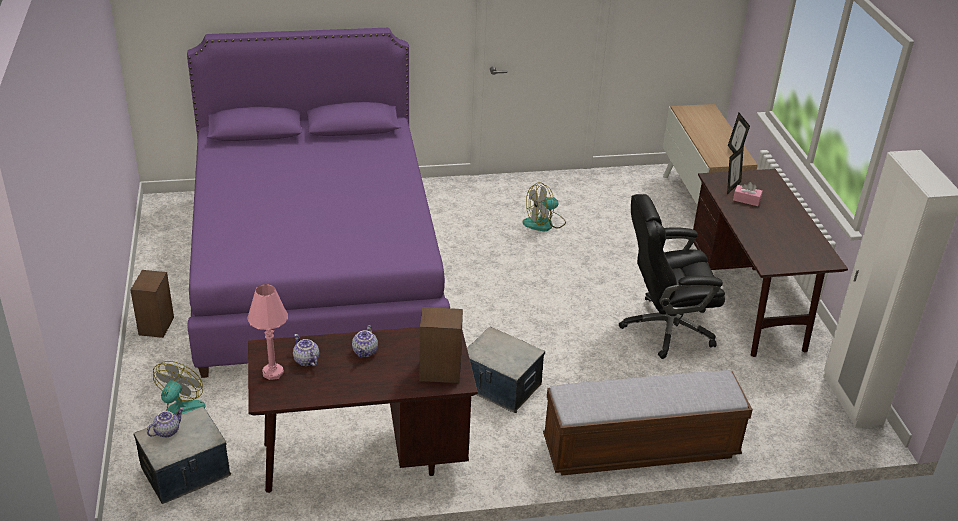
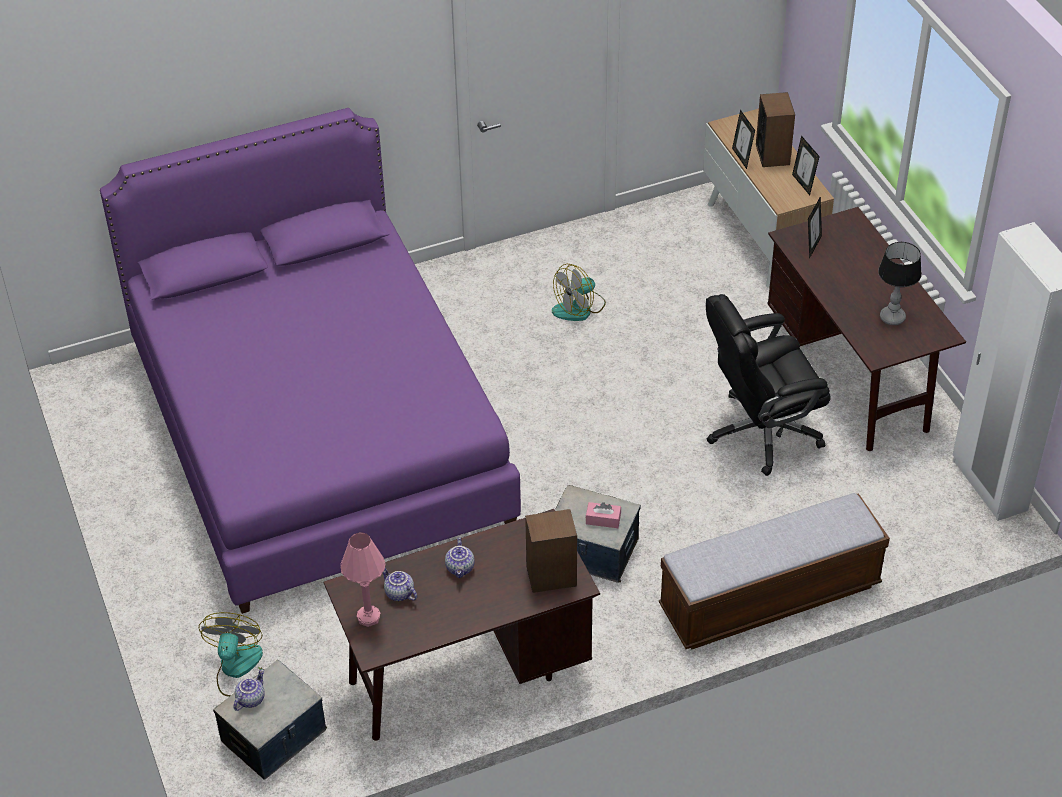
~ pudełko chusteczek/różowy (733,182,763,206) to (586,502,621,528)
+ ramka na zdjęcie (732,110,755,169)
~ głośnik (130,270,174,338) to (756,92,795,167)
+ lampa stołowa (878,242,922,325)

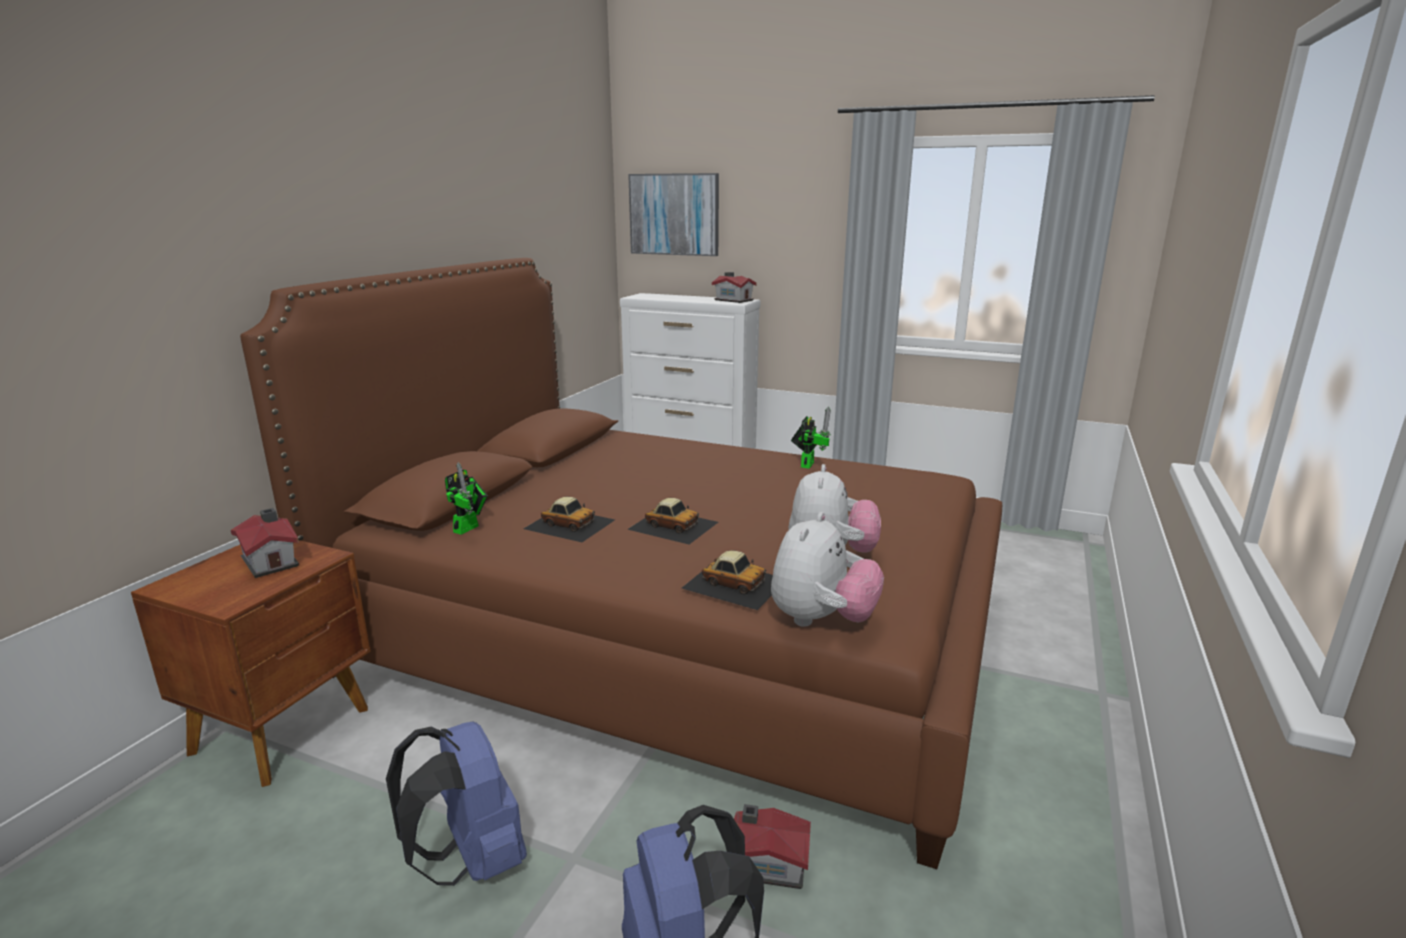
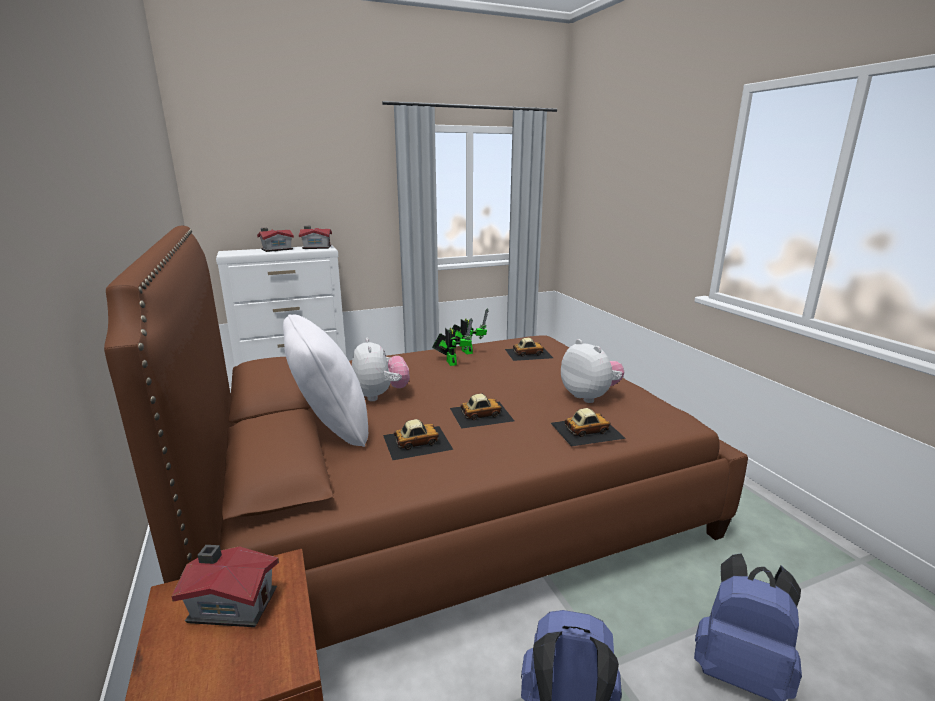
~ domek (734,804,811,889) to (257,228,294,252)
+ poduszka/biały (283,314,368,447)
~ pluszak (771,512,884,627) to (352,338,410,401)
~ robot zabawkowy (445,462,488,535) to (432,318,473,366)
+ samochodzik (505,338,553,361)
- obraz (628,173,719,256)

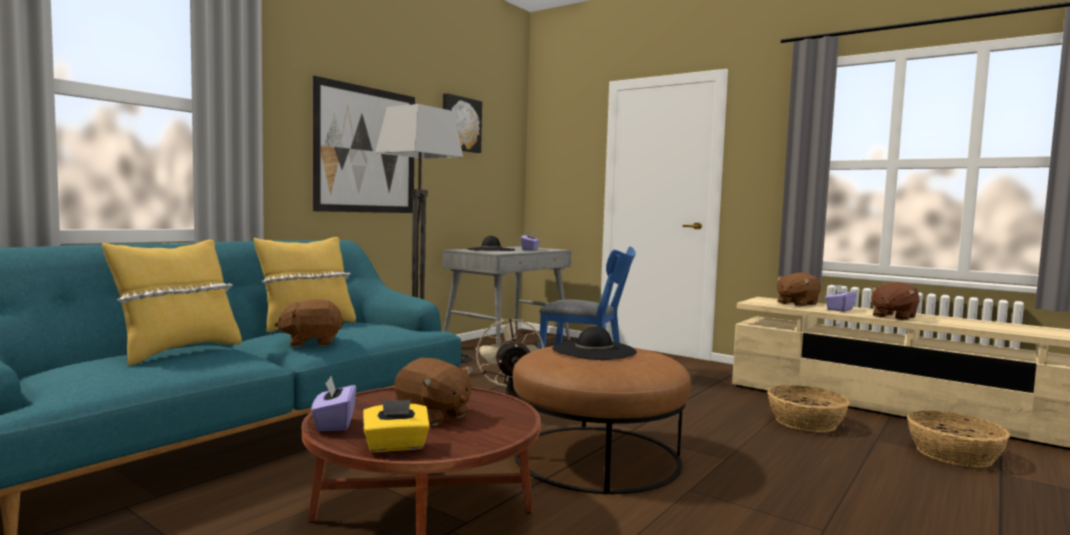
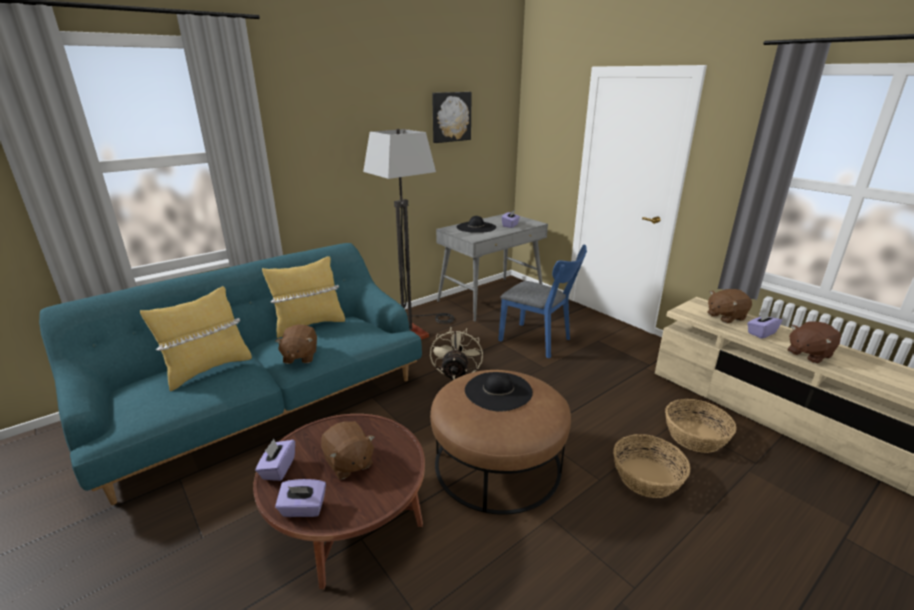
~ pluszak/brązowy (274,300,344,347) = (275,324,317,364) 90 degrees counterclockwise
~ pudełko chusteczek/żółty (363,400,430,452) to pudełko chusteczek/fioletowy (275,479,326,517)
~ koszyk (907,411,1010,467) to (613,434,690,498)
- obraz (313,76,415,213)

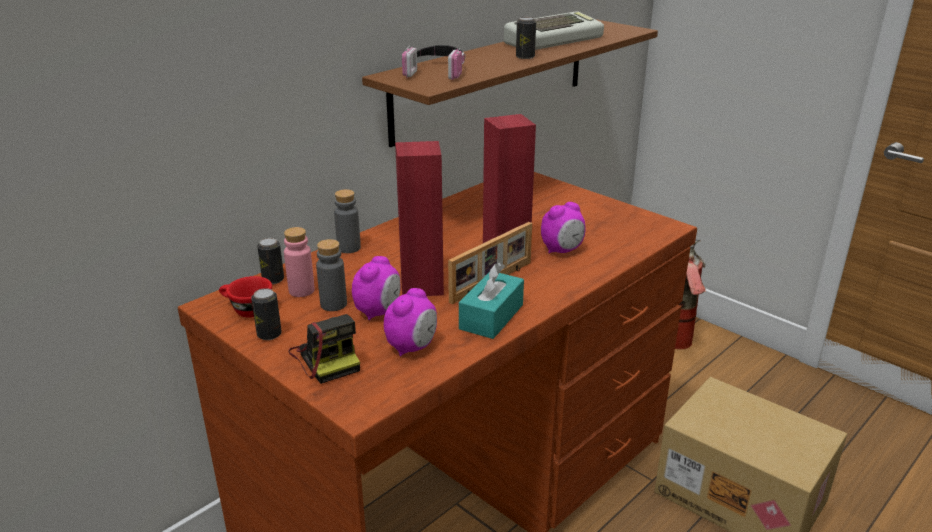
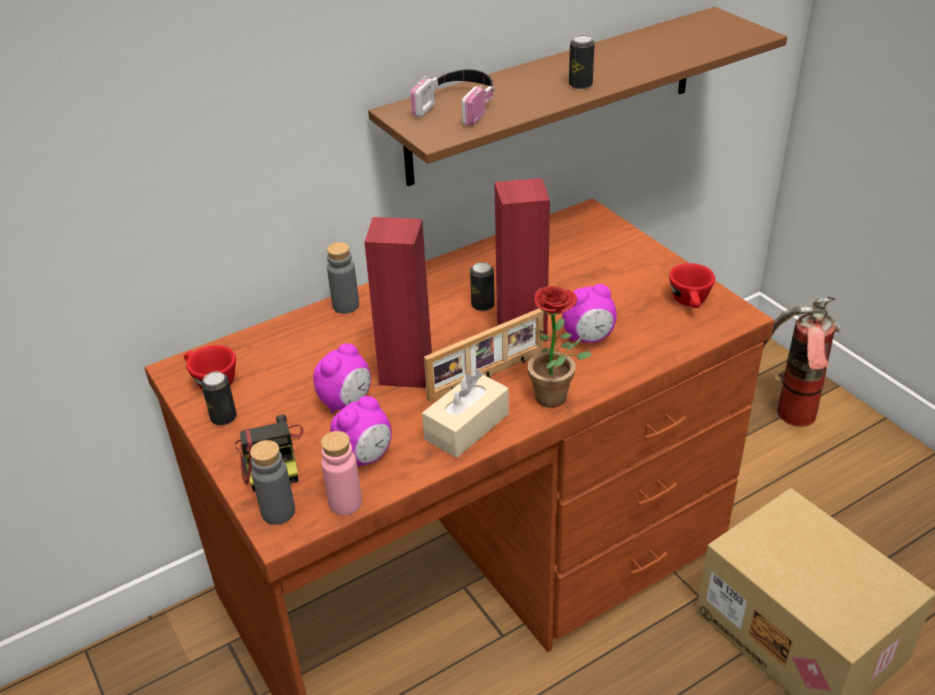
~ butelka/szary (316,239,347,311) to (250,440,295,525)
~ butelka/różowy (284,227,315,297) to (321,431,362,515)
~ pudełko chusteczek/turkusowy (459,262,524,339) to pudełko chusteczek/beżowy (422,370,509,458)
~ puszka (257,238,284,284) to (470,262,495,311)
+ roślina doniczkowa (521,286,591,408)
+ filiżanka/czerwony (669,263,715,308)
- klawiatura (504,11,604,50)

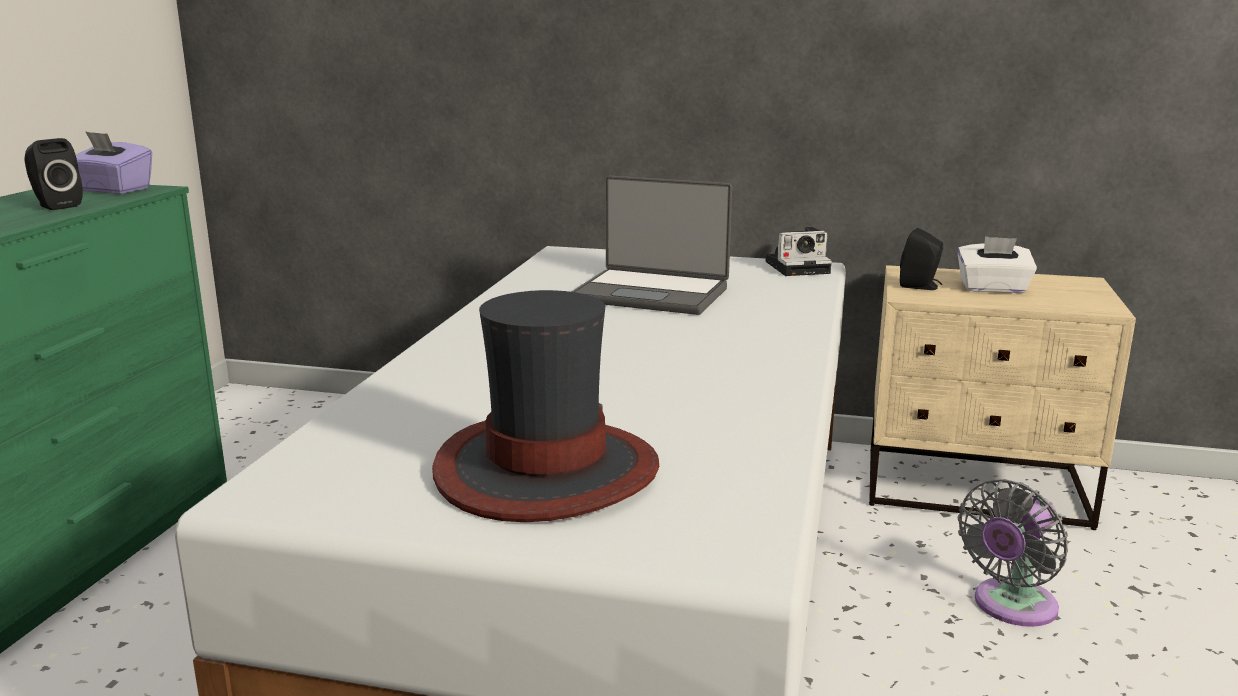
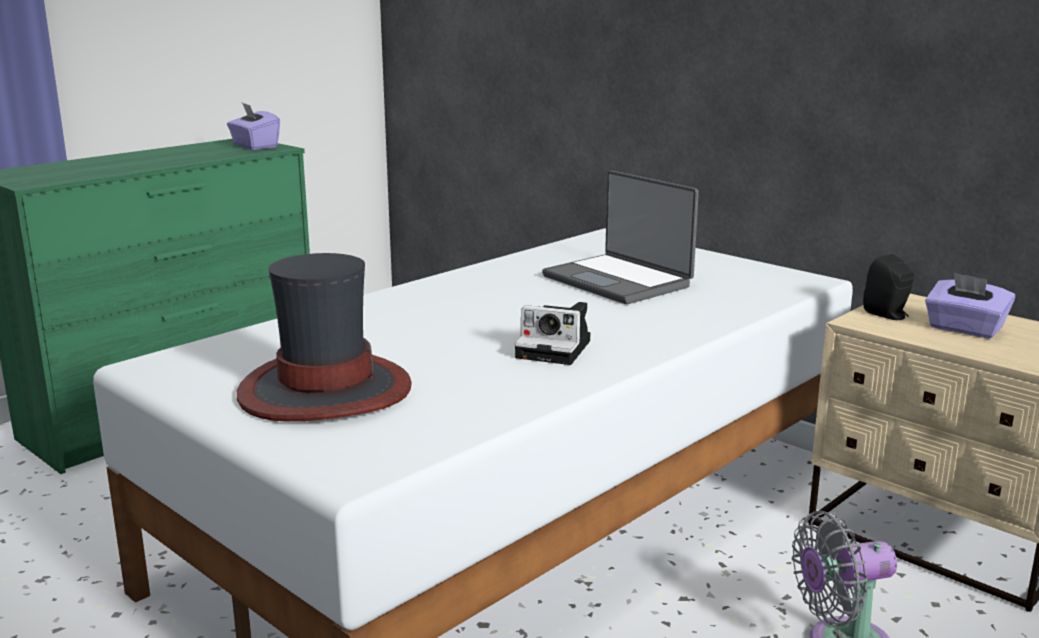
~ aparat fotograficzny (765,227,832,276) to (515,302,590,365)
~ pudełko chusteczek/biały (957,236,1037,293) to pudełko chusteczek/fioletowy (925,273,1015,339)
- głośnik/czarny (24,138,83,210)

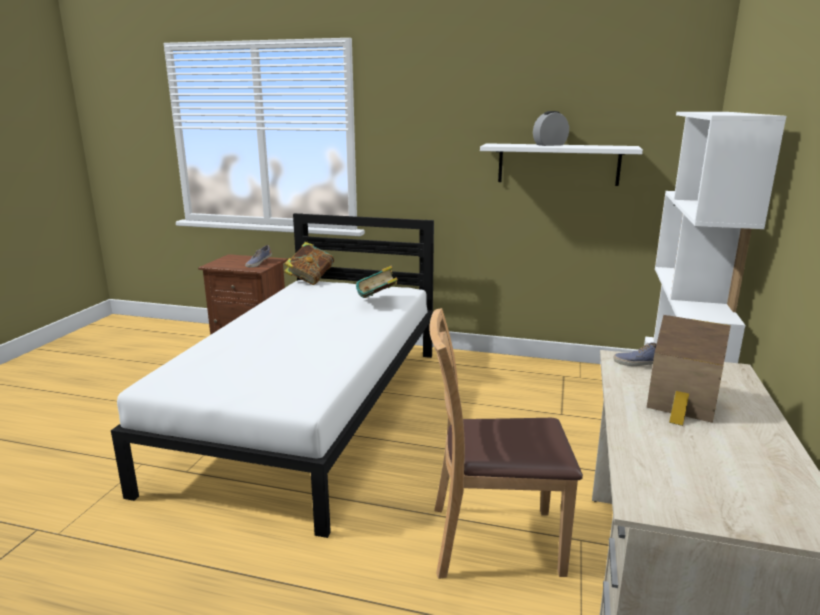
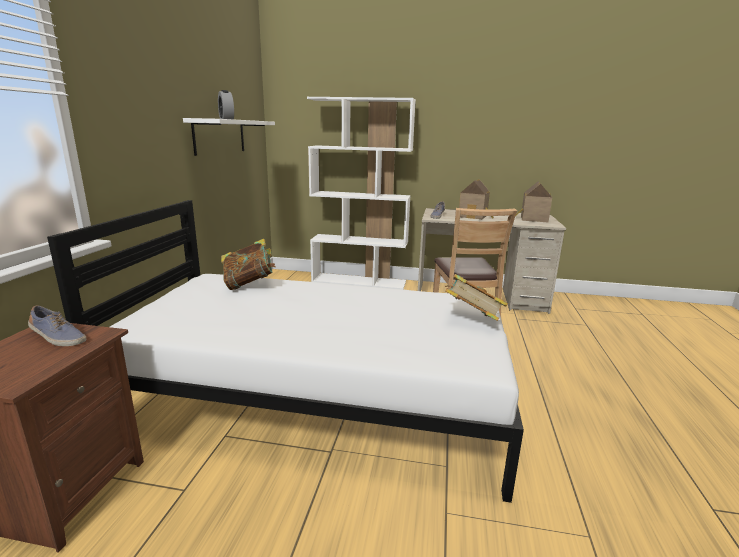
~ książka (284,241,334,285) to (445,274,508,321)
+ domek (516,181,552,222)

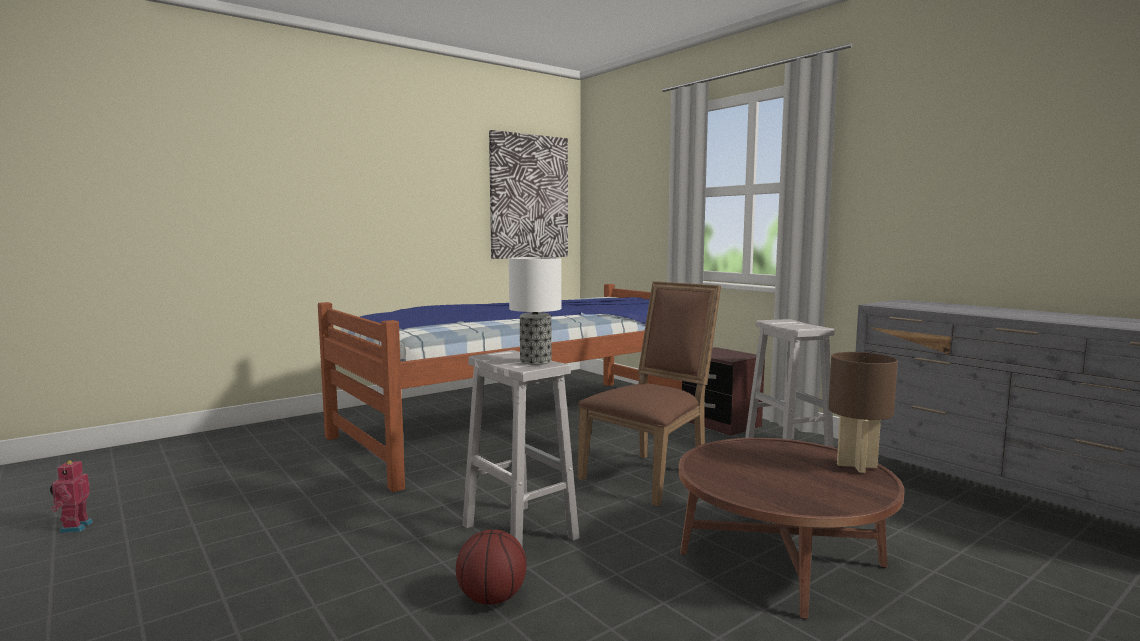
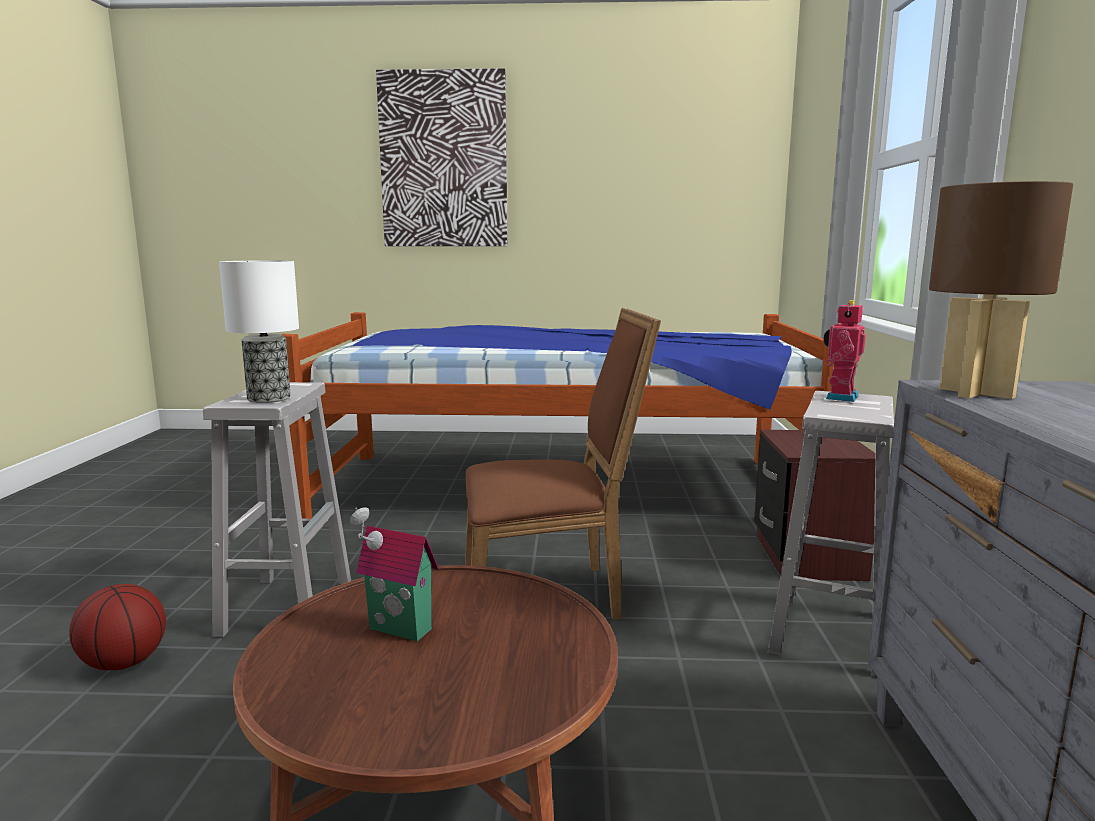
+ domek (350,507,439,641)
~ obraz (489,130,568,259) to (376,68,508,246)
~ robot zabawkowy (50,459,93,533) to (823,300,866,402)
~ lampa stołowa/brązowy (828,352,898,473) to (929,181,1073,399)

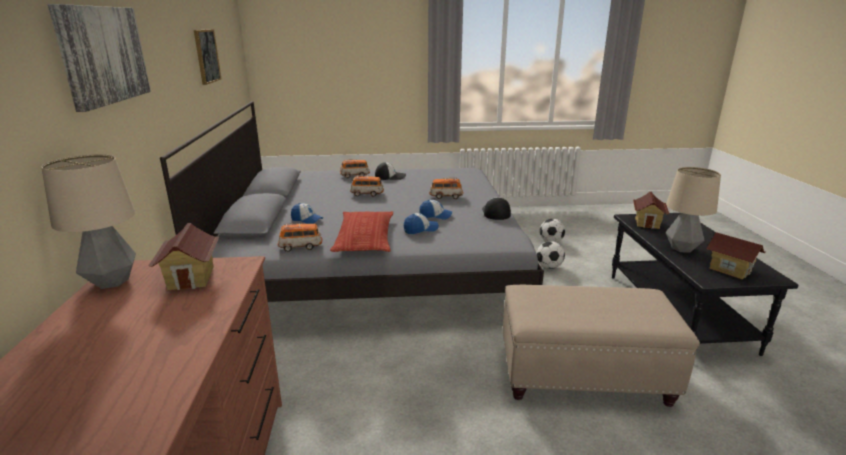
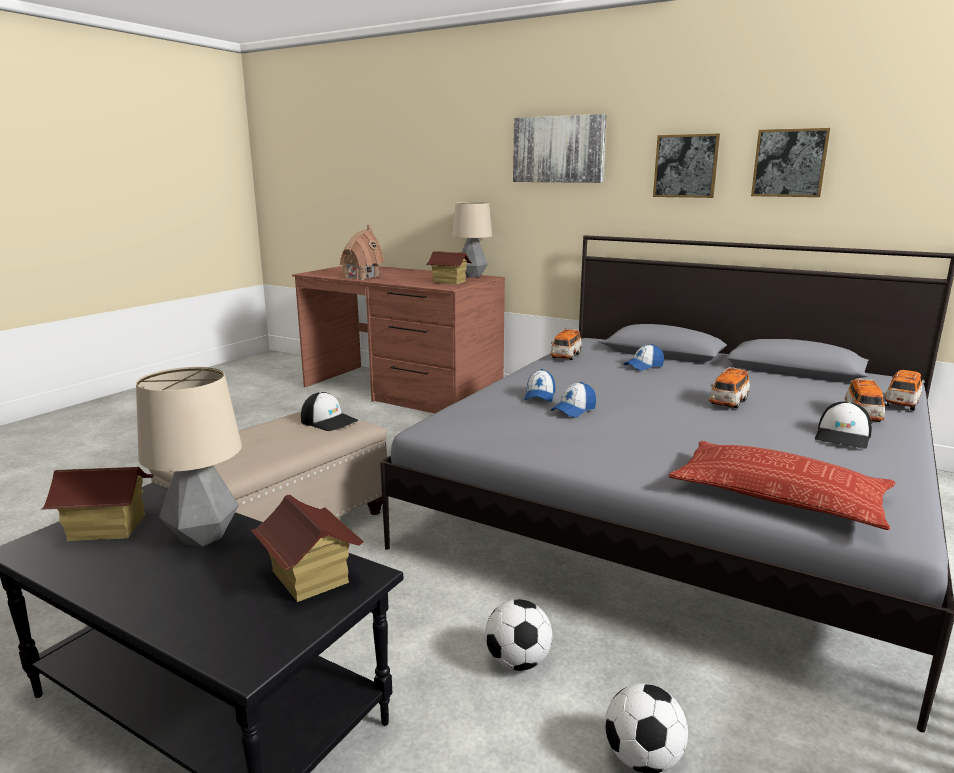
~ czapka z daszkiem (482,197,511,220) to (301,392,358,431)
+ domek (340,225,384,280)
+ obraz (653,134,720,198)
~ poduszka (330,211,393,252) to (669,441,895,530)
~ samochodzik (429,179,463,199) to (884,370,925,411)

